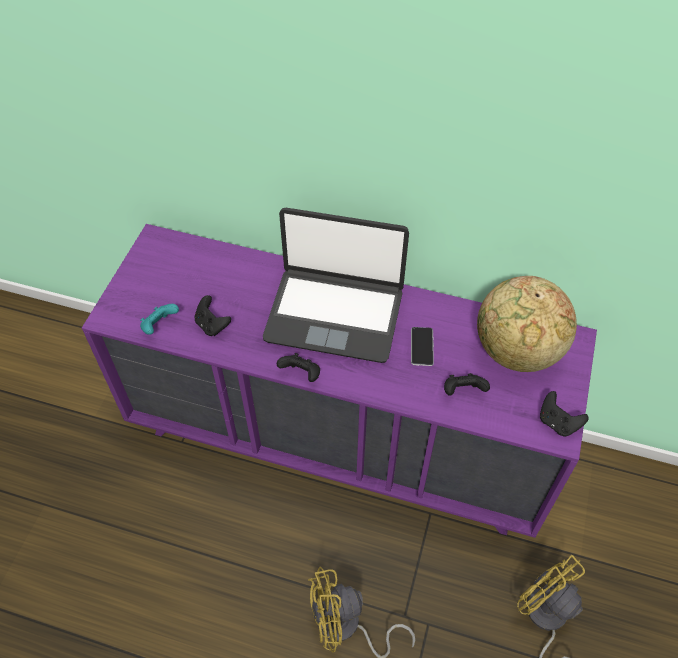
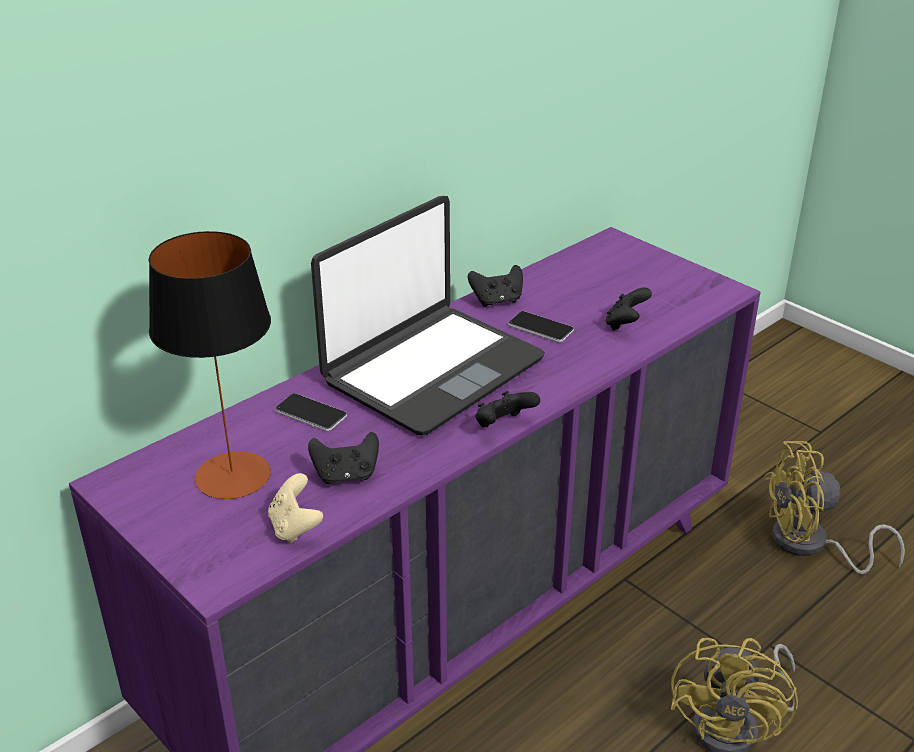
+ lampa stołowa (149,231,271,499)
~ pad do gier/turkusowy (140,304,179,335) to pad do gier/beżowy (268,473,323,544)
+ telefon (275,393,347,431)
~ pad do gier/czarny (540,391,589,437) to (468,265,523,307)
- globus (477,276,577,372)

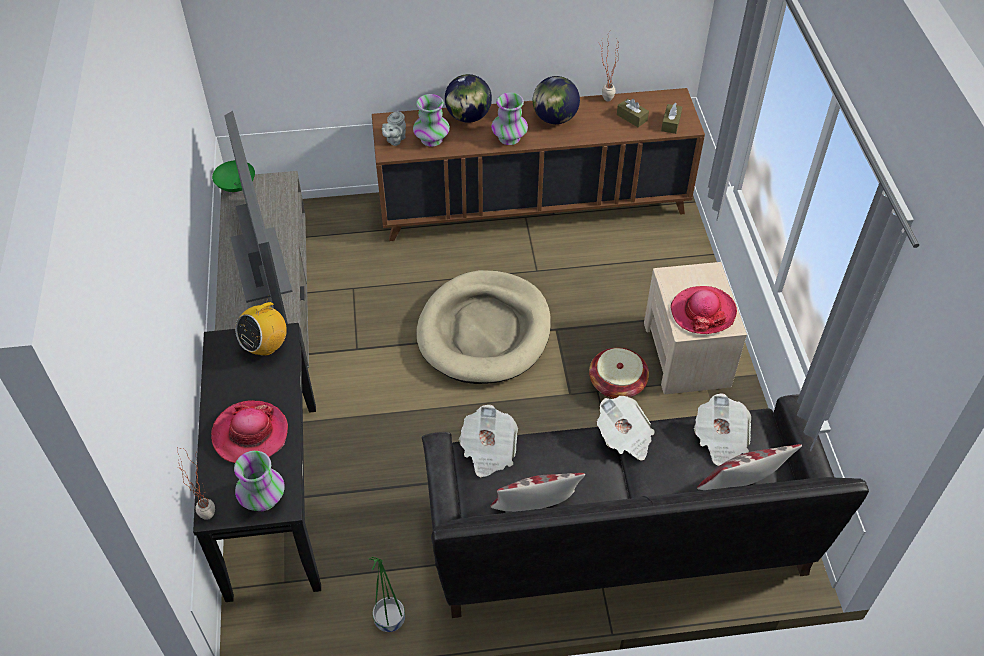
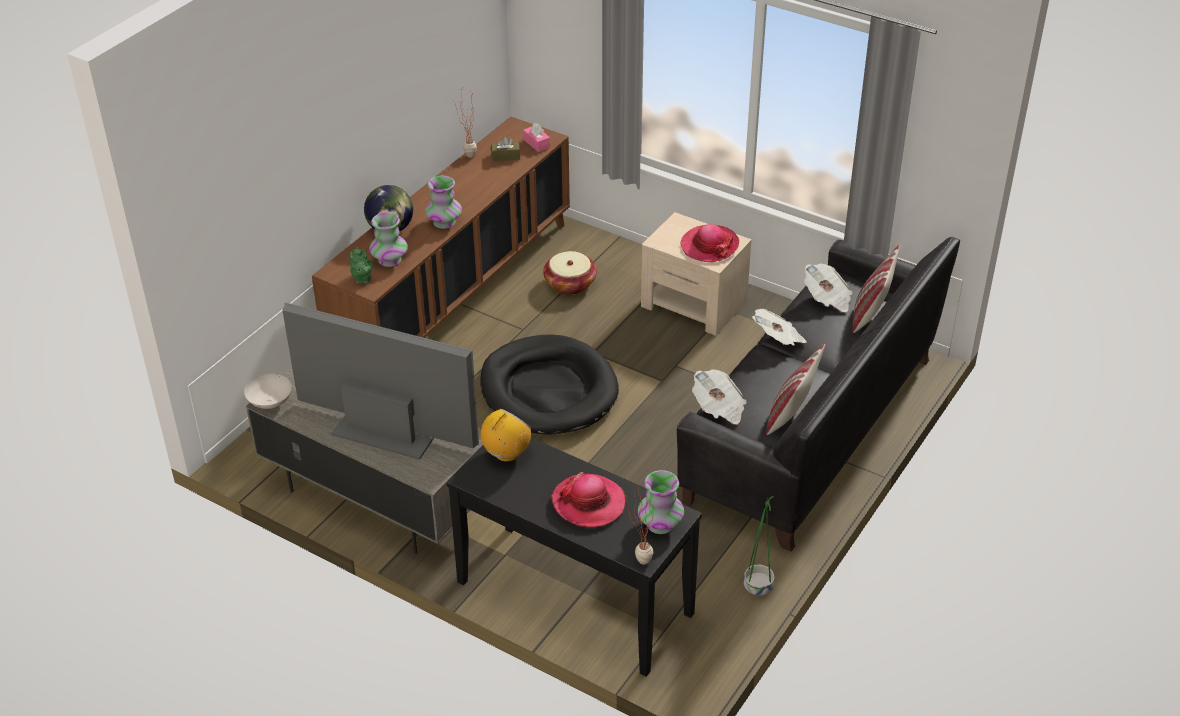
~ miska/zielony (212,160,255,192) to miska/biały (244,374,292,409)
~ imbryk/szary (382,110,406,146) to imbryk/zielony (350,247,373,283)
~ legowisko/beżowy (416,270,551,384) to legowisko/czarny (480,335,619,435)
~ radio (235,295,287,356) = (481,409,531,462) 135 degrees counterclockwise
~ pudełko chusteczek/brązowy (661,103,682,134) to pudełko chusteczek/różowy (523,123,550,152)
~ koszyk (589,348,649,399) to (543,251,597,295)
- globus (533,76,580,124)

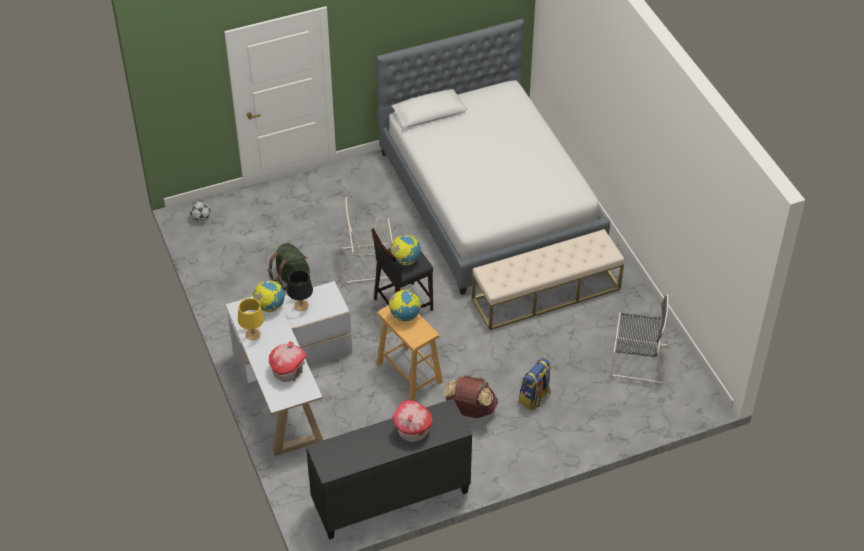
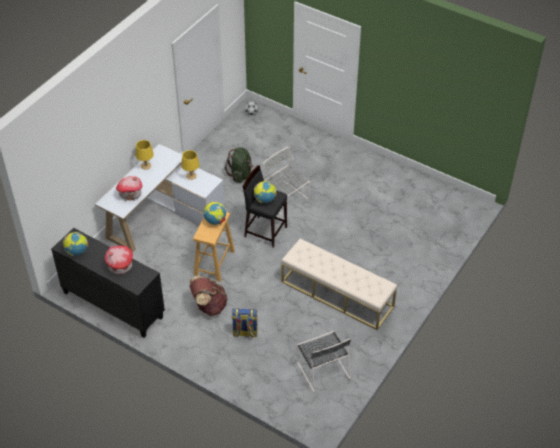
~ globus (253,281,285,312) to (63,232,89,256)
~ lampa stołowa/czarny (287,270,313,311) to lampa stołowa/żółty (181,150,200,180)
- łóżko (377,19,610,295)

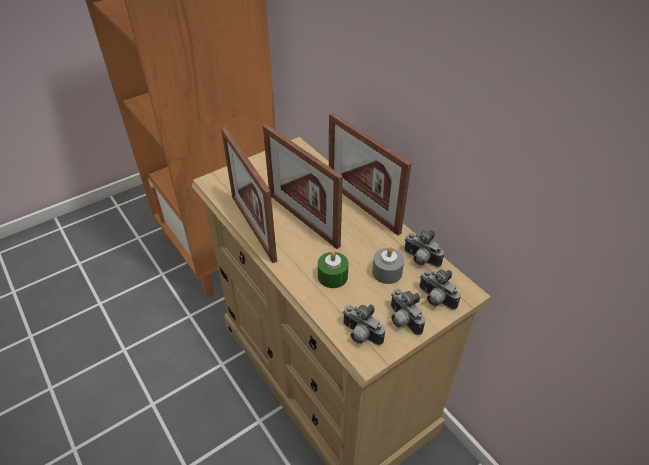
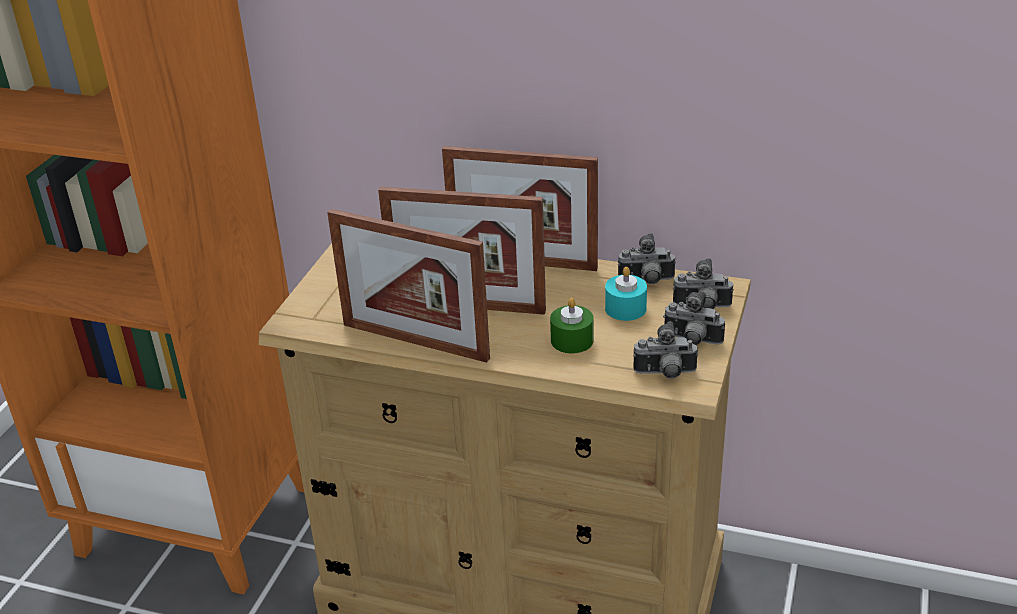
~ świeca/szary (372,247,404,284) to świeca/turkusowy (605,267,647,321)

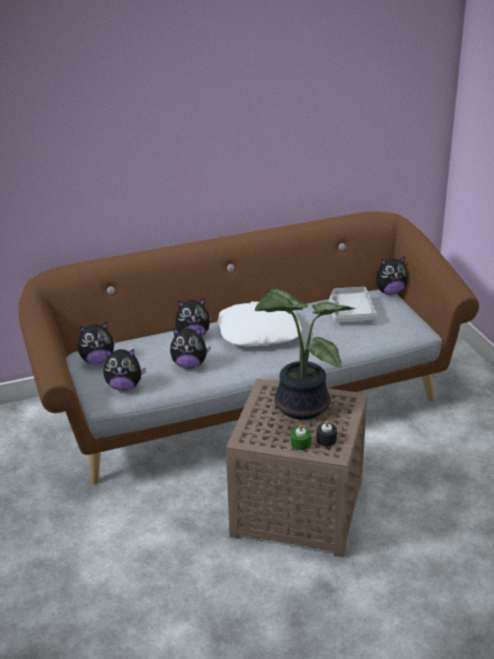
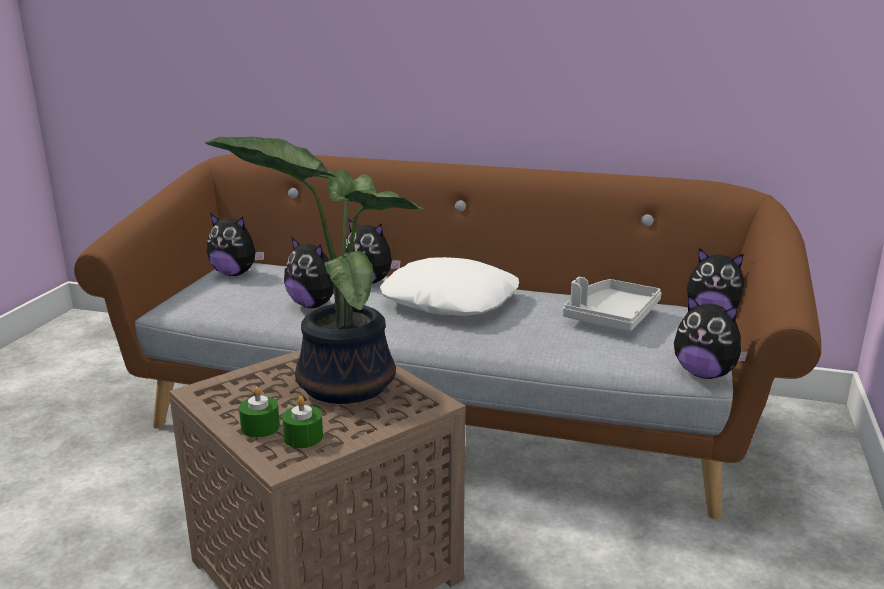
~ świeca/czarny (316,420,337,446) to świeca/zielony (282,396,323,448)
~ pluszak (104,349,146,391) to (674,294,748,379)

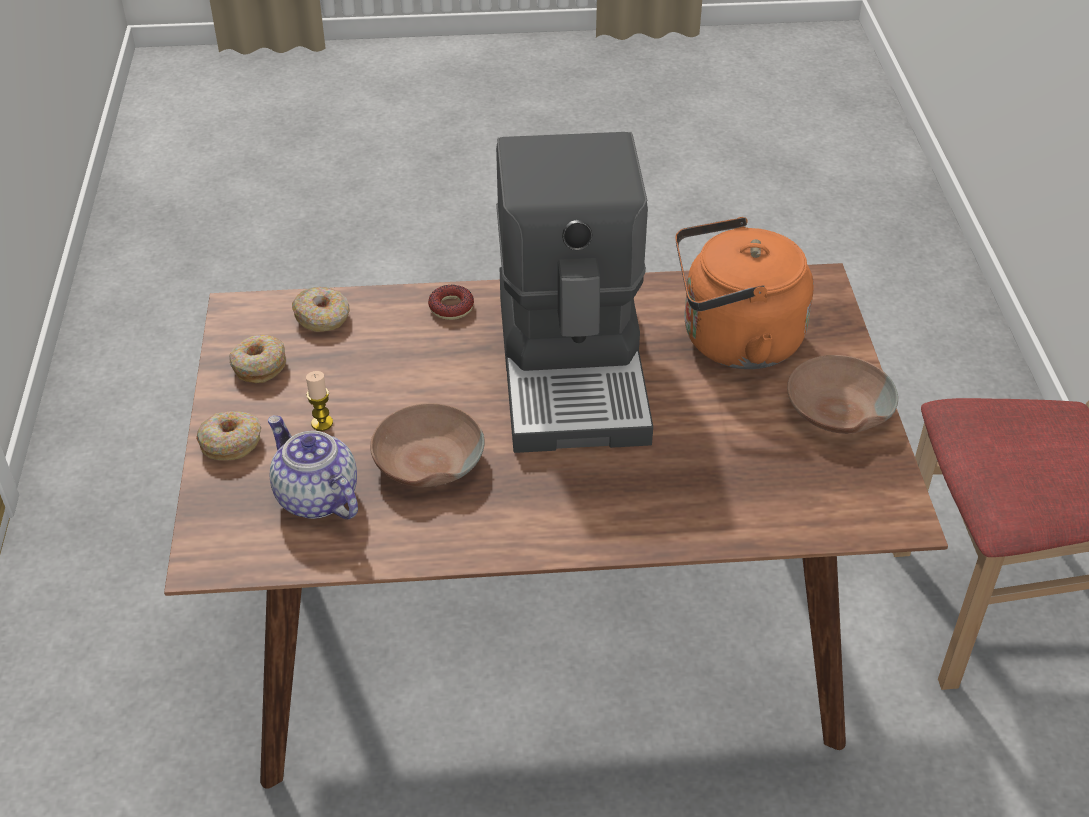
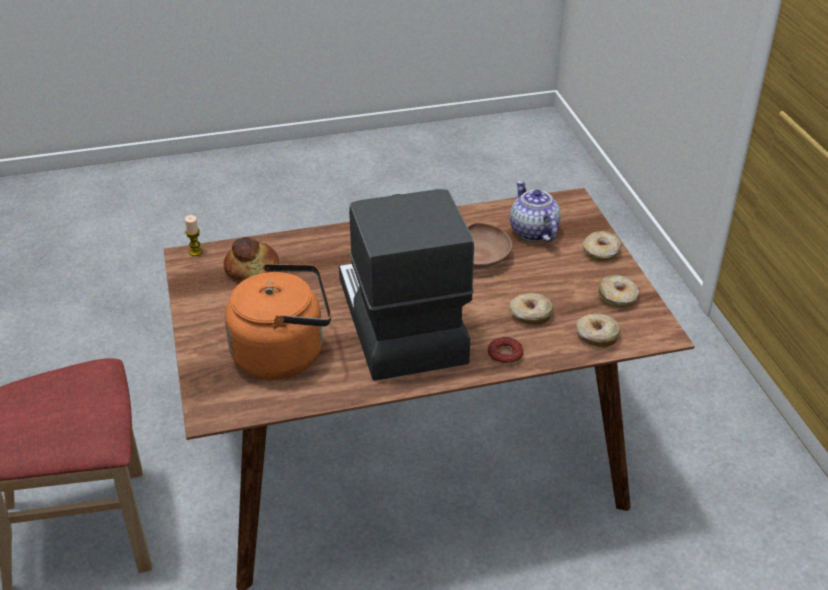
~ świeca (306,371,333,431) to (185,215,203,256)
+ chleb (224,237,279,281)
~ imbryk (268,416,358,519) = (510,181,561,242) 150 degrees counterclockwise
+ donut (510,293,554,325)
- miska/brązowy (787,355,898,434)

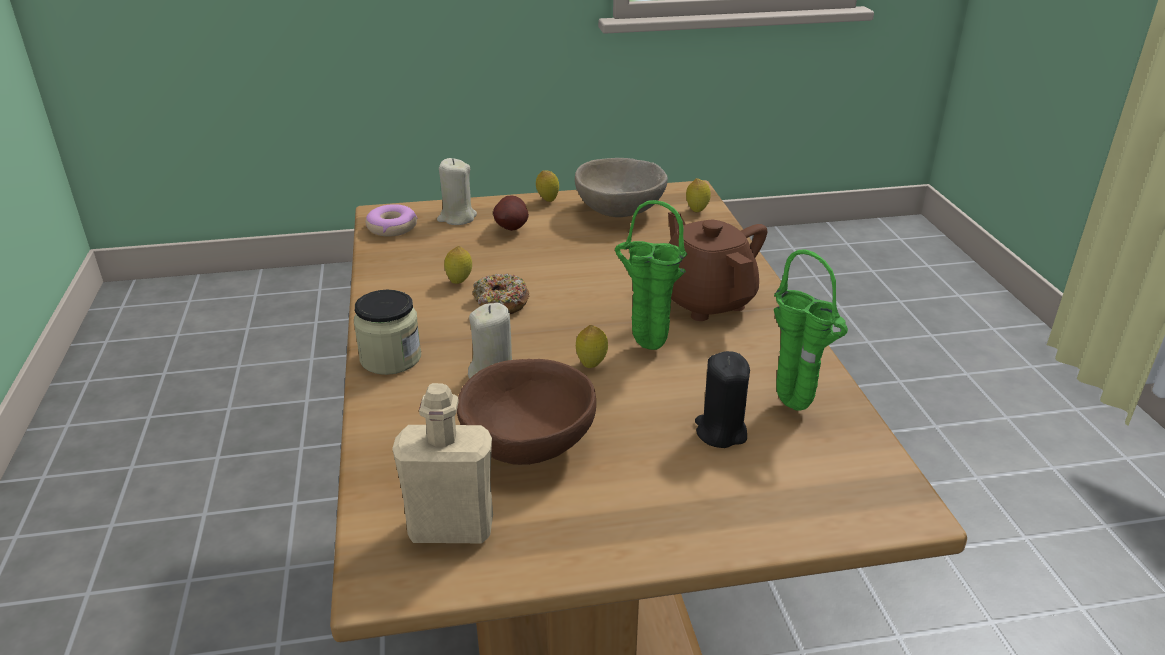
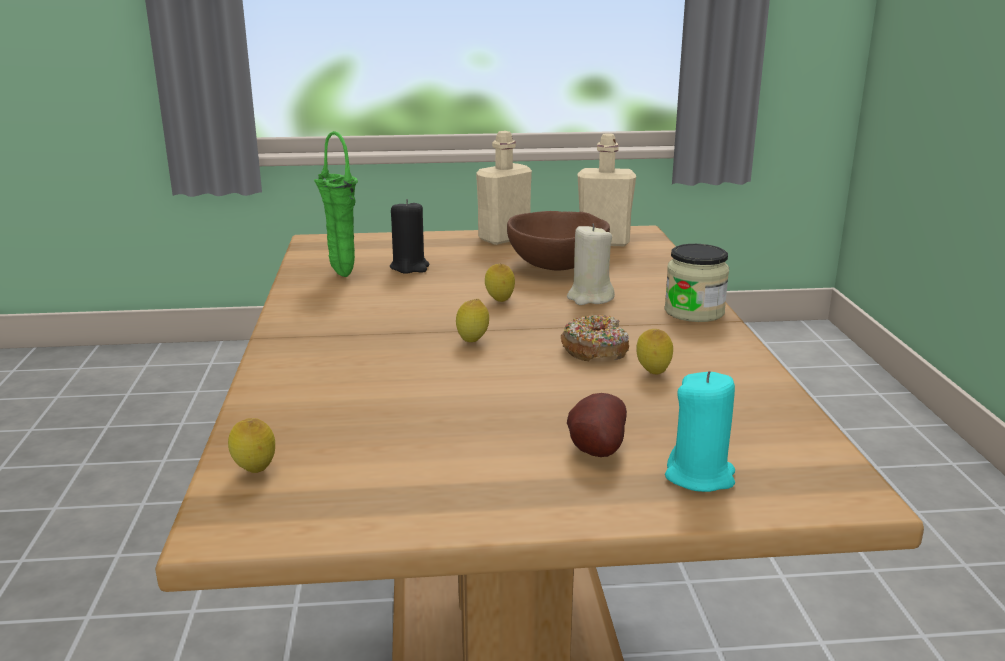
~ cytryna (536,170,559,202) to (456,299,489,342)
+ butelka/beżowy (476,131,532,245)
~ świeca/beżowy (437,158,477,225) to świeca/turkusowy (665,371,735,492)
- donut (366,204,418,237)
- miska/beżowy (575,158,668,217)
- wazon/zielony (615,200,687,350)
- imbryk/brązowy (658,212,767,321)

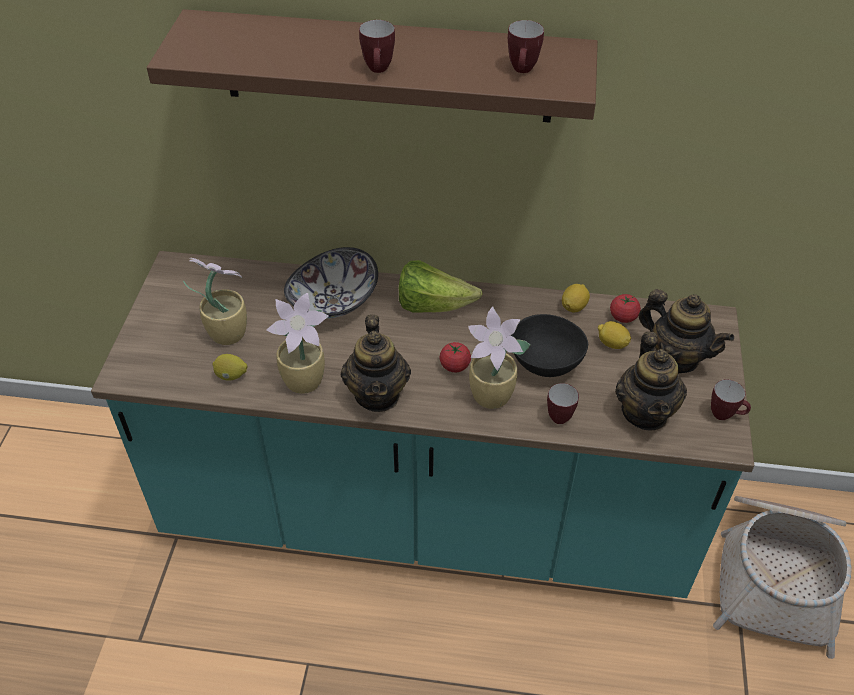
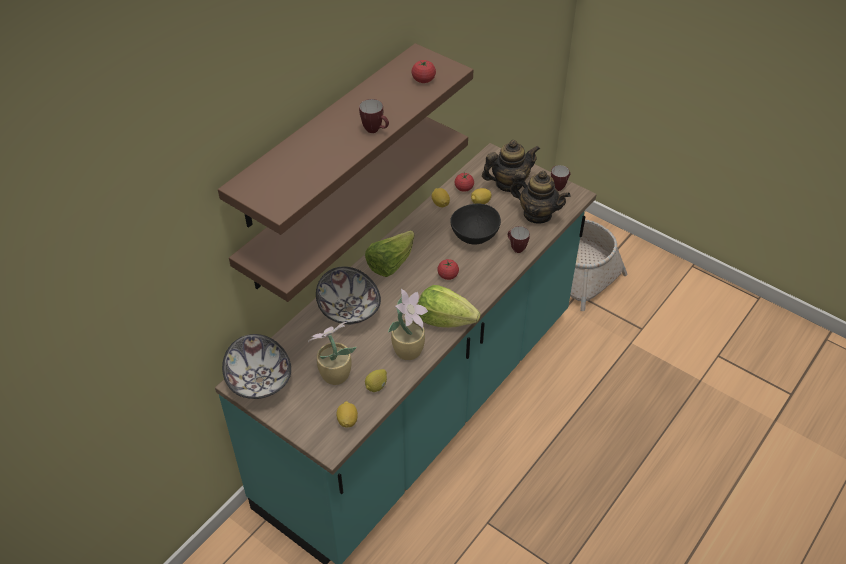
+ miska (222,334,291,399)
+ półka/brązowy (229,117,468,302)
+ cytryna (337,401,358,428)
~ kubek (508,20,544,73) to pomidor (412,60,436,83)
~ imbryk (341,315,411,412) to sałata (418,285,481,328)
- roślina doniczkowa (468,306,530,409)

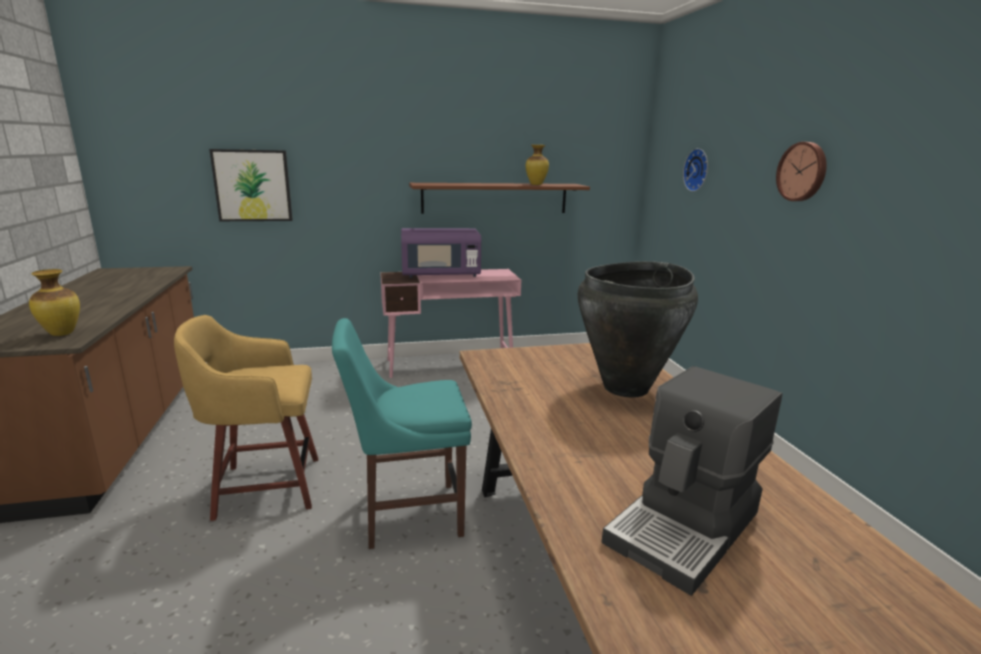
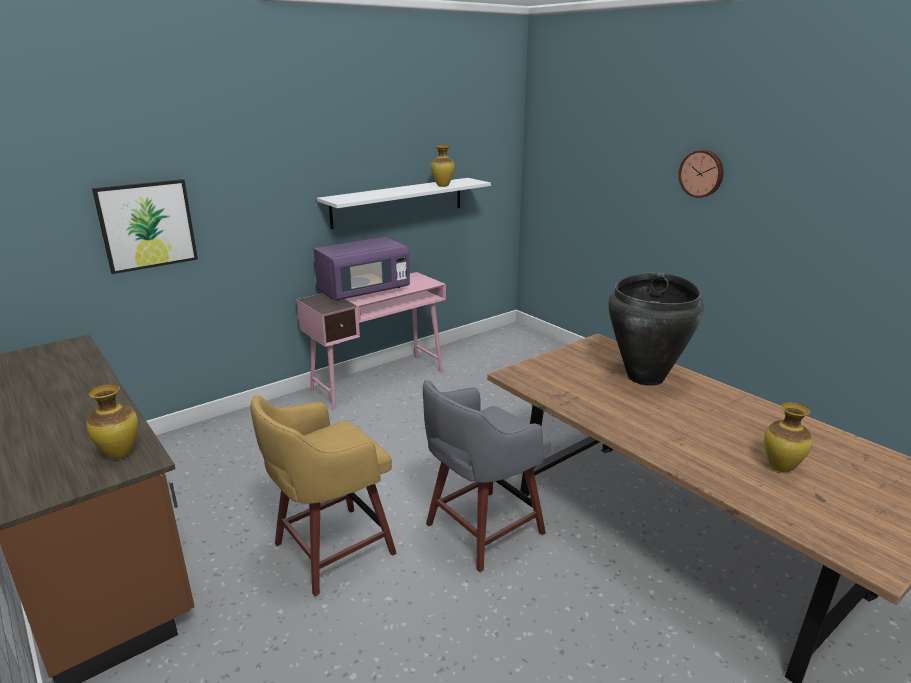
~ półka/brązowy (409,183,590,214) to półka/biały (317,178,491,229)
~ krzesło/turkusowy (332,318,472,549) to stołek/szary (423,380,551,572)
~ ekspres do kawy (602,366,782,596) to wazon (764,402,812,473)
- zegar ścienny (683,148,708,192)

